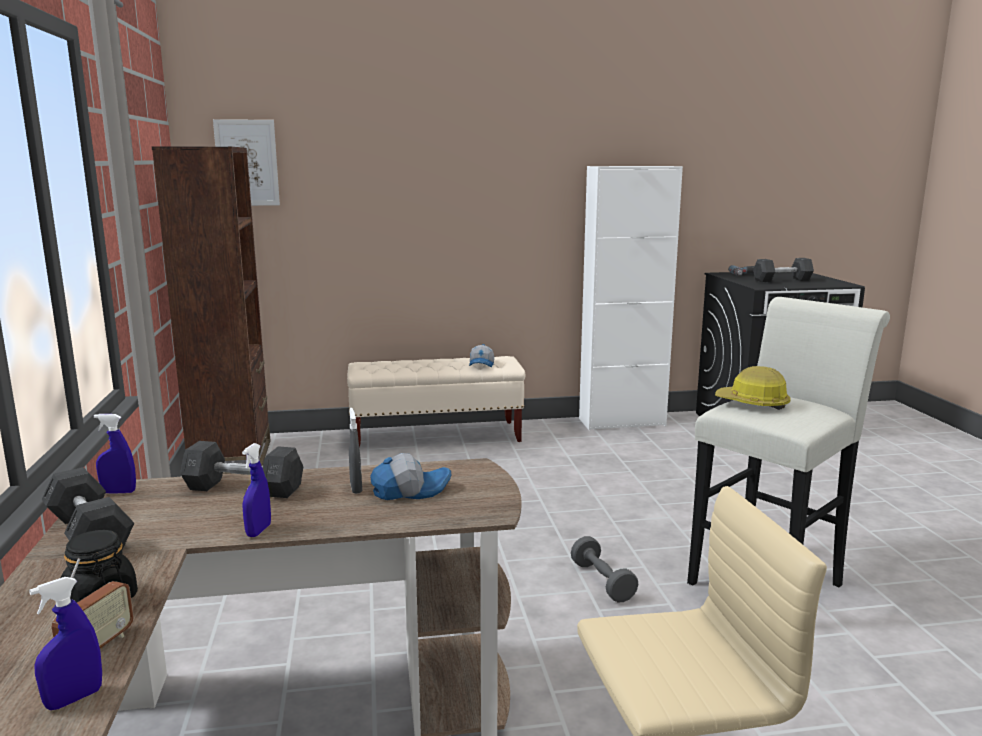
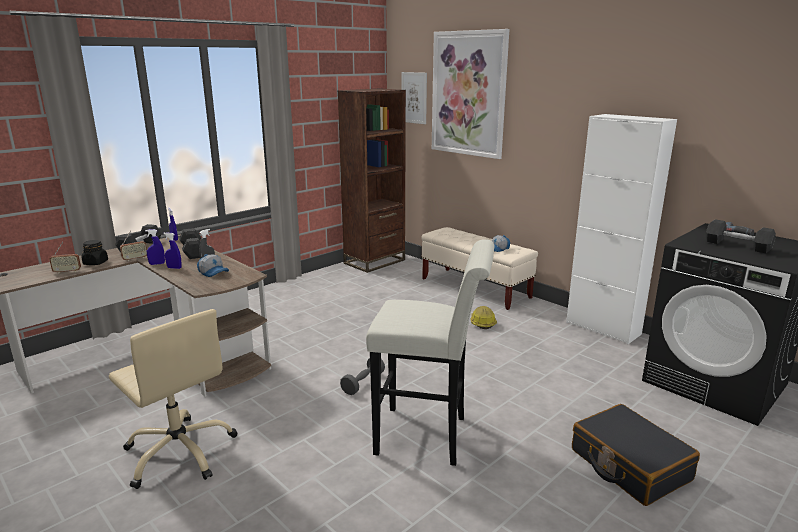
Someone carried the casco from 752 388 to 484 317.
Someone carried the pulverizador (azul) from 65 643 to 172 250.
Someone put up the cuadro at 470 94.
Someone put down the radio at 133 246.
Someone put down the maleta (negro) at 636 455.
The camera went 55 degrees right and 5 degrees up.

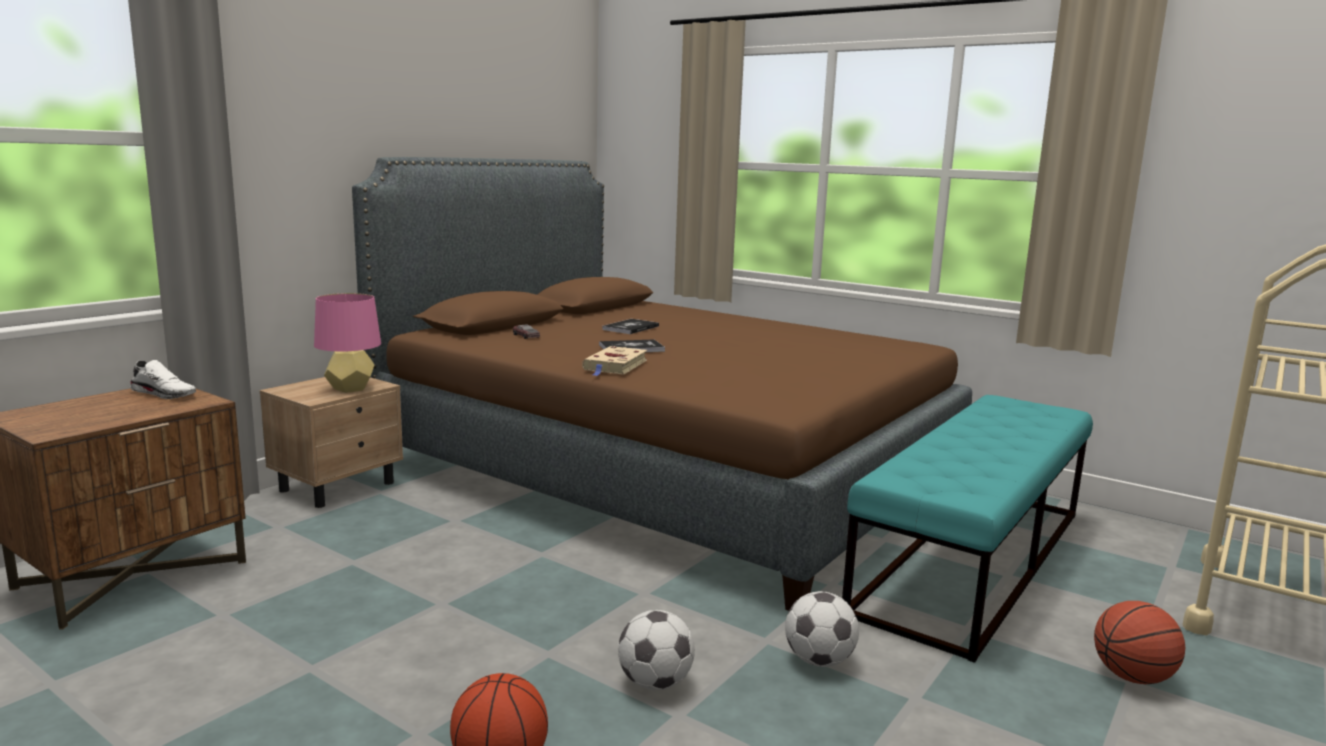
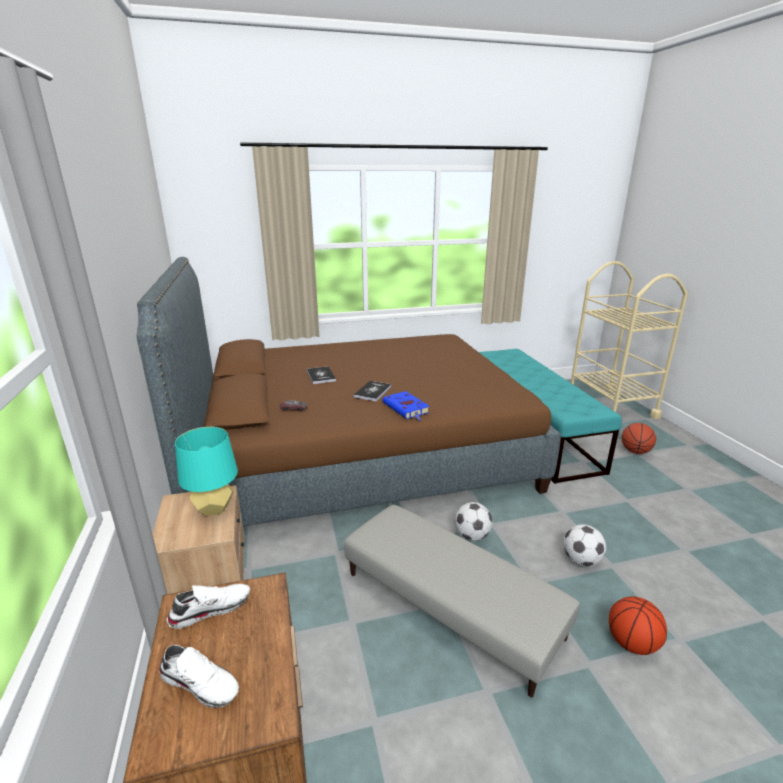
Someone repainted the lámpara de mesa (rosa) at 347 343, which became the lámpara de mesa (turquesa) at 206 471.
Someone repainted the libro (beis) at 615 361, which became the libro (azul) at 406 406.
Someone carried the balón de fútbol from 822 629 to 473 521.
Someone put down the puf (gris) at 462 601.
Someone put down the zapato (blanco) at 199 676.
The camera went 50 degrees left and 10 degrees up.

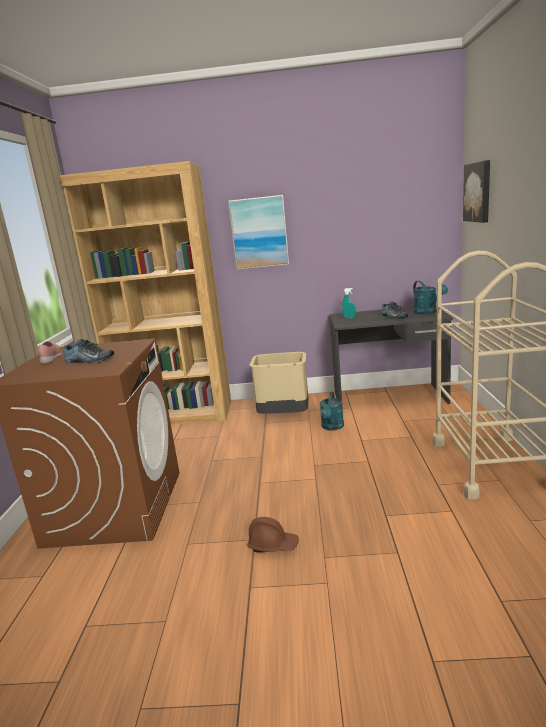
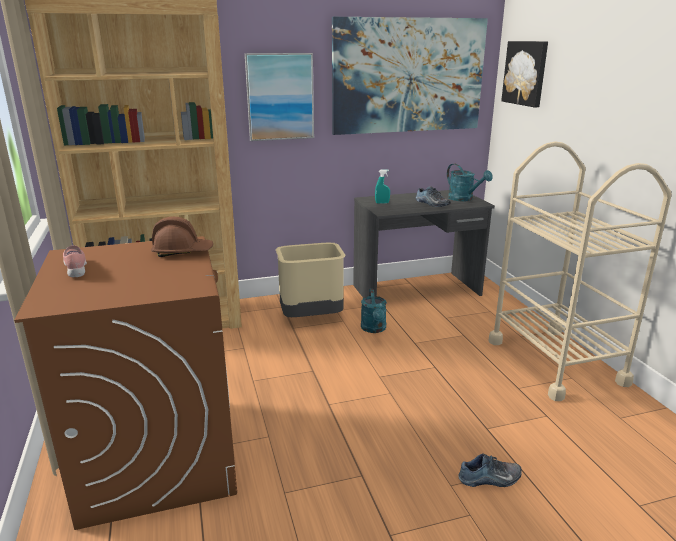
Someone carried the zapato from 89 351 to 490 470.
Someone carried the casco (marrón) from 272 534 to 182 237.
Someone put up the cuadro at 410 76.
The camera went 20 degrees left and 5 degrees up.

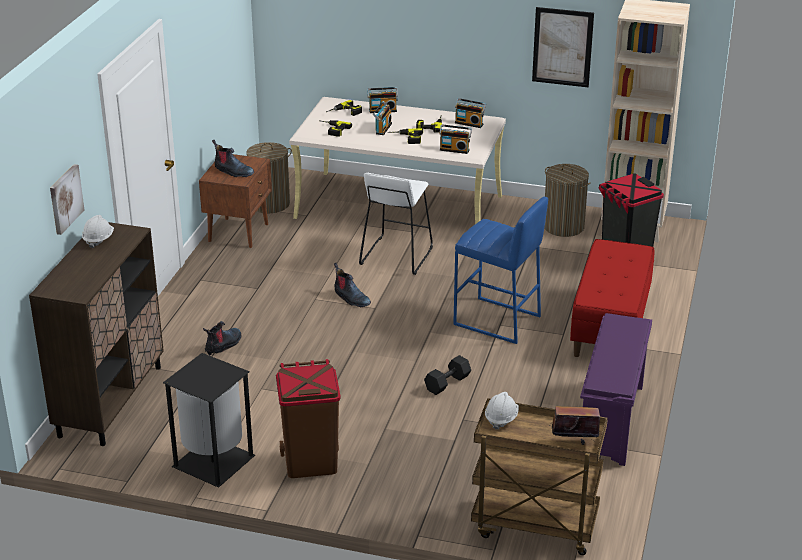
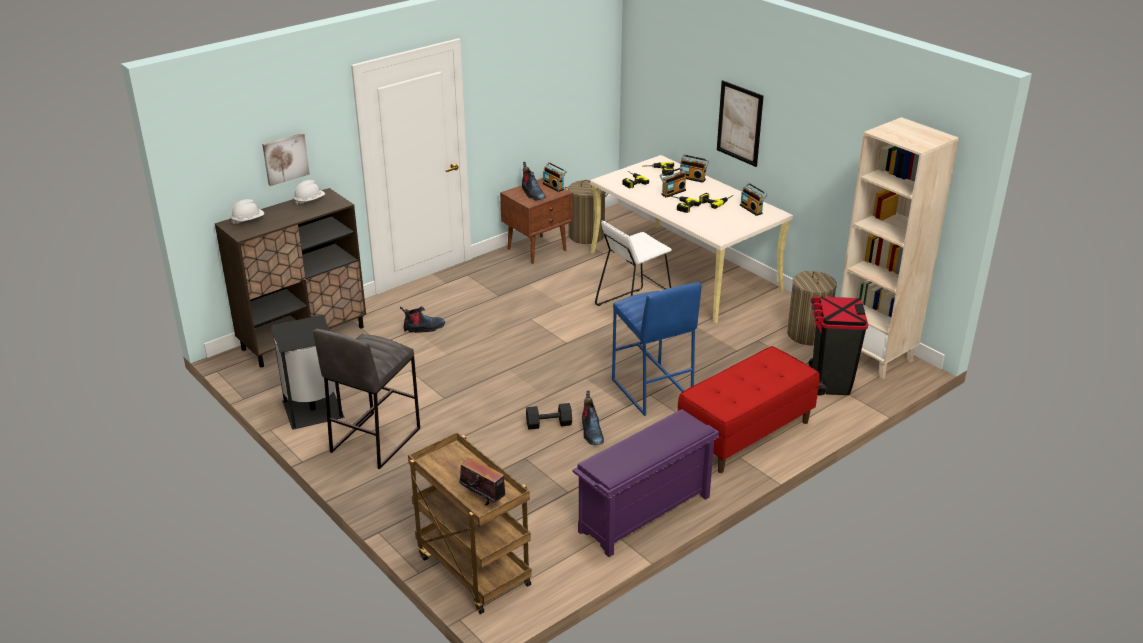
Someone carried the cuadro from 563 47 to 740 123.
Someone carried the radio from 455 139 to 555 177.
Someone carried the bota from 352 285 to 593 418.
Someone swapped the papelera (marrón) at 308 418 for the taburete (gris) at 366 399.
Someone carried the casco (blanco) from 502 411 to 247 212.
The camera went 35 degrees right and 0 degrees up.

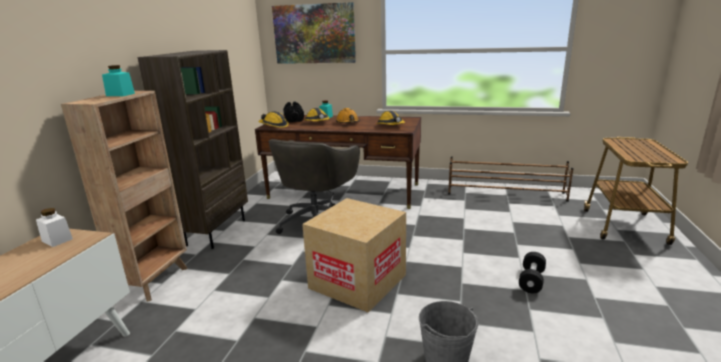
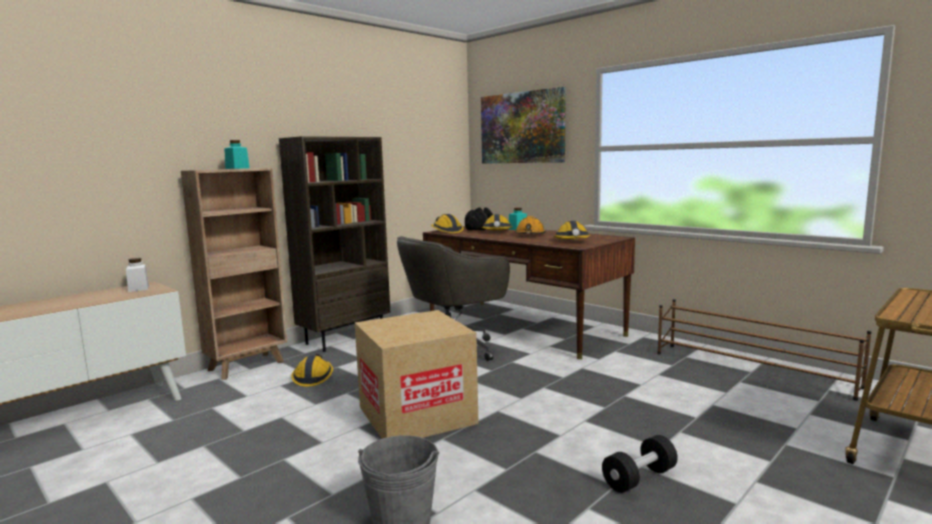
Someone put down the casco at 312 370.
The camera went 30 degrees right and 10 degrees down.

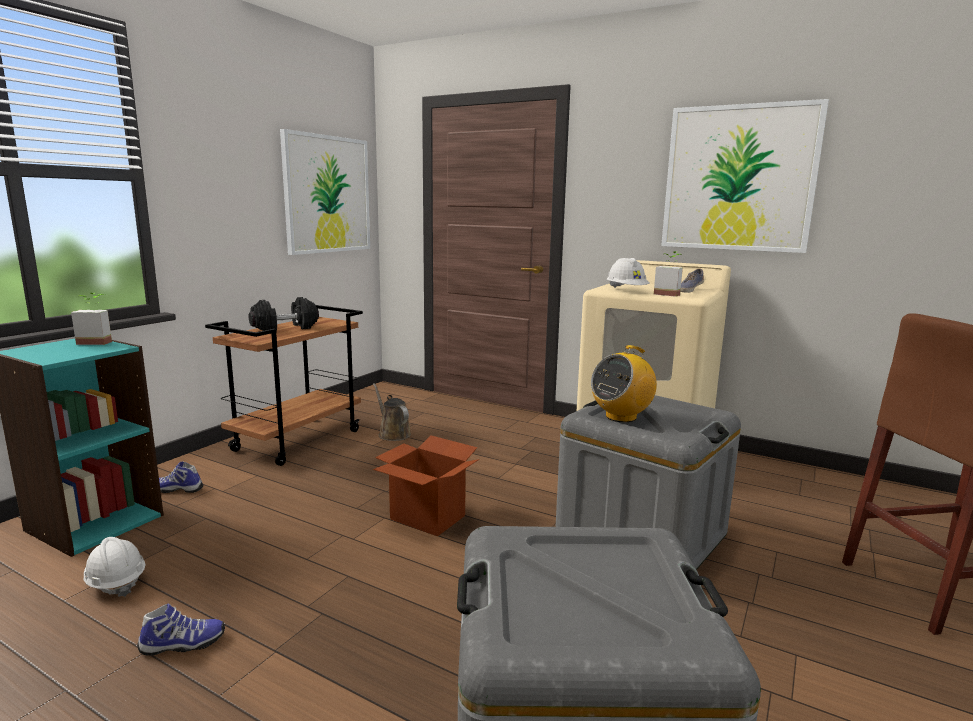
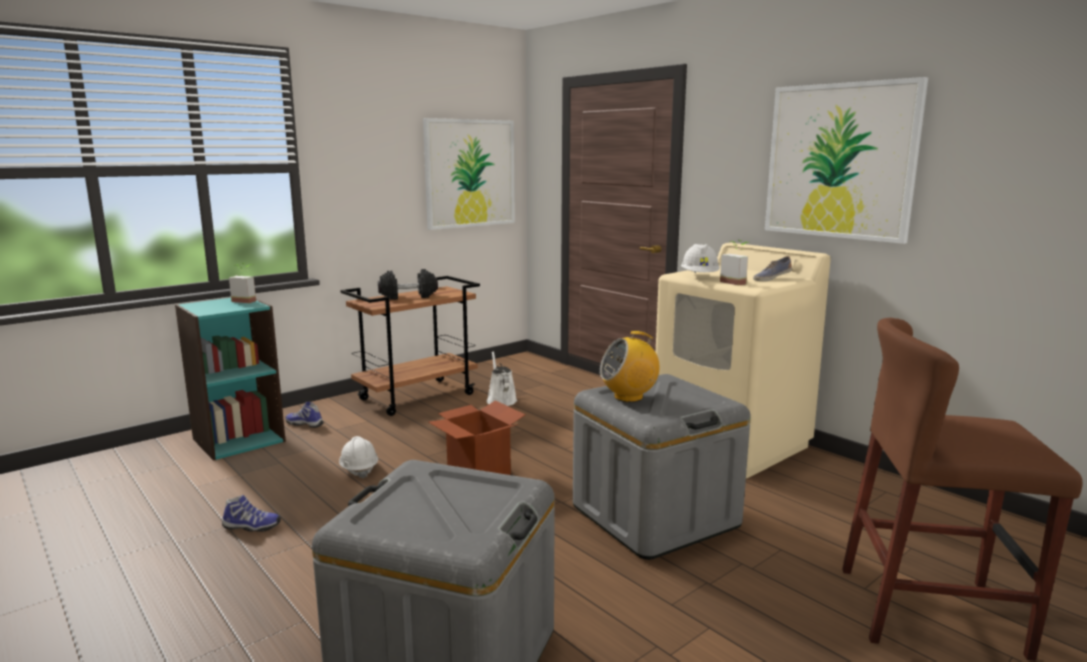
Someone repainted the regadera (marrón) at 392 412, which became the regadera (blanco) at 502 379.
Someone carried the casco (blanco) from 115 567 to 358 457.
The camera went 20 degrees right and 0 degrees up.

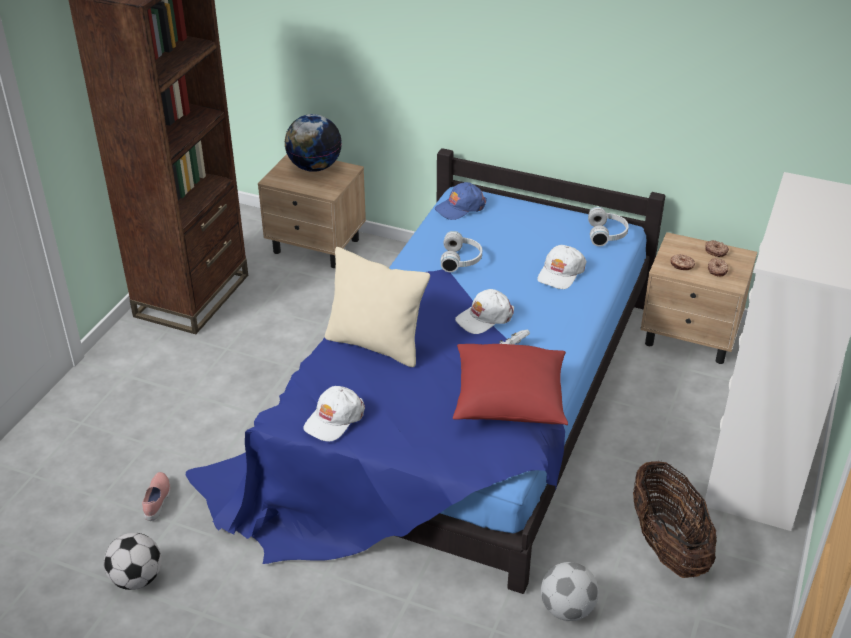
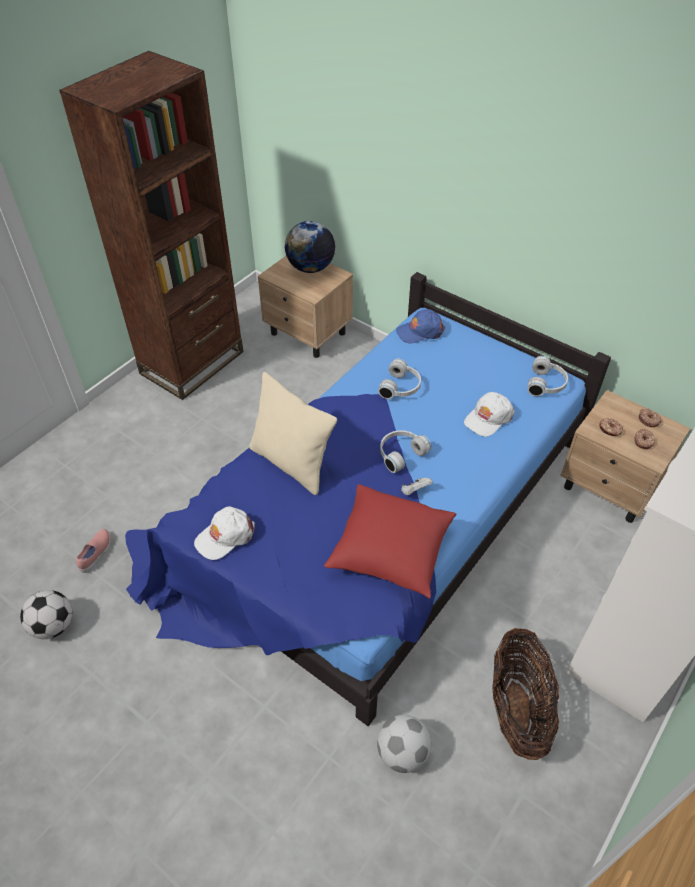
Someone swapped the gorra (blanco) at 484 311 for the auriculares (blanco) at 406 451.
The camera went 15 degrees right and 10 degrees up.

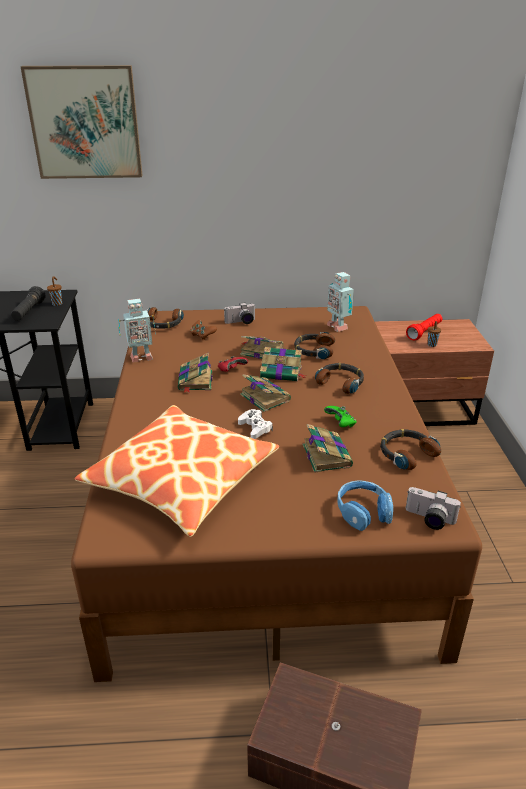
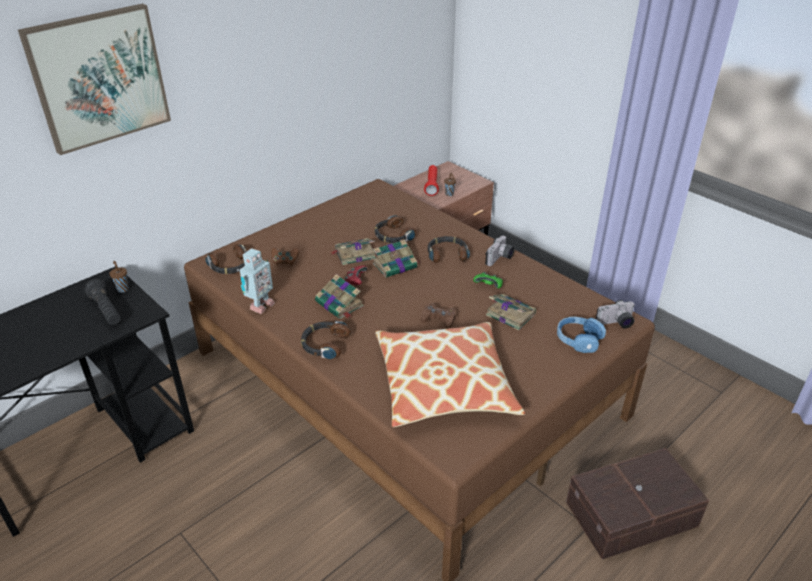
Someone took away the robot de juguete at 340 302.
Someone carried the cámara from 239 313 to 500 251.
Someone took away the libro at 265 393.
Someone repainted the mando de consola (blanco) at 255 424, which became the mando de consola (marrón) at 438 316.
Someone carried the auriculares from 410 449 to 326 340.
The camera went 40 degrees left and 5 degrees up.

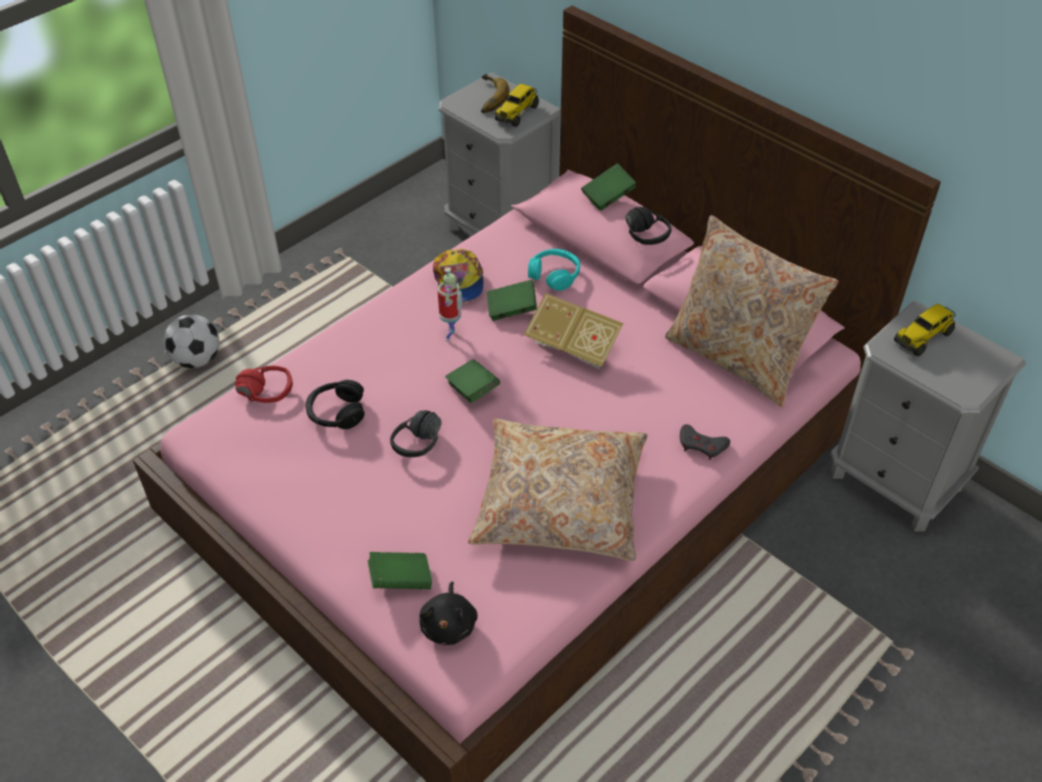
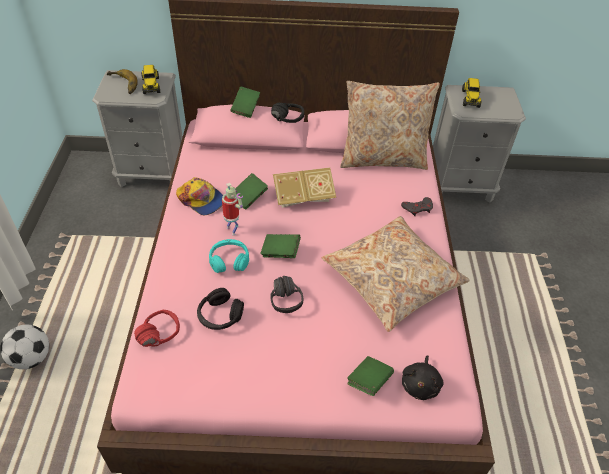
Someone carried the auriculares (turquesa) from 554 270 to 229 256.
Someone rotated the peluche (negro) at 448 613 by 60 degrees clockwise.
The camera went 45 degrees left and 0 degrees up.

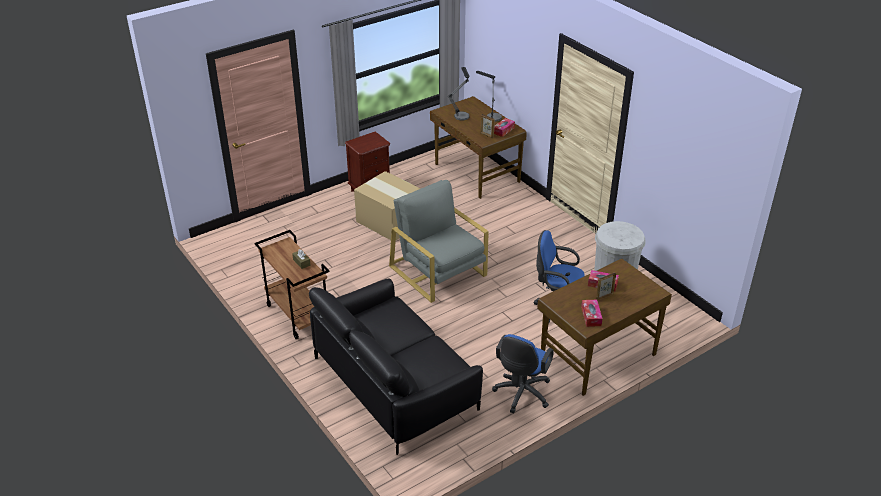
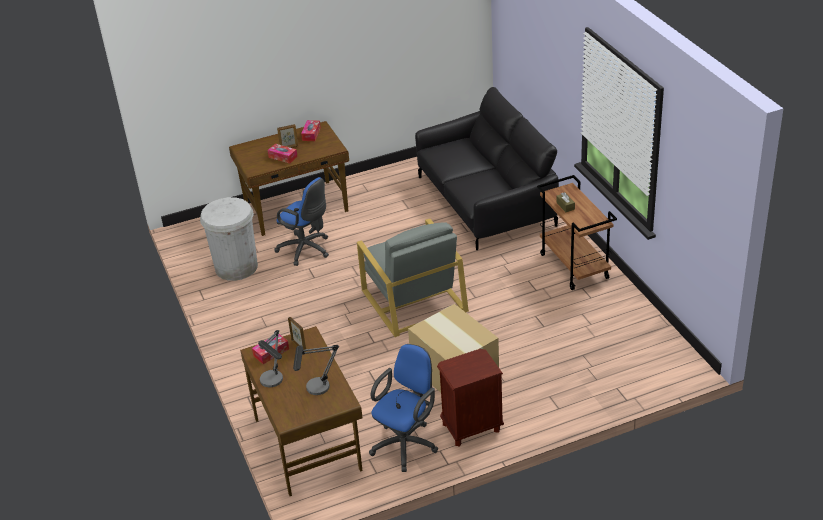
Someone carried the silla de oficina (azul) from 523 373 to 403 408.
The camera went 165 degrees left and 0 degrees up.

